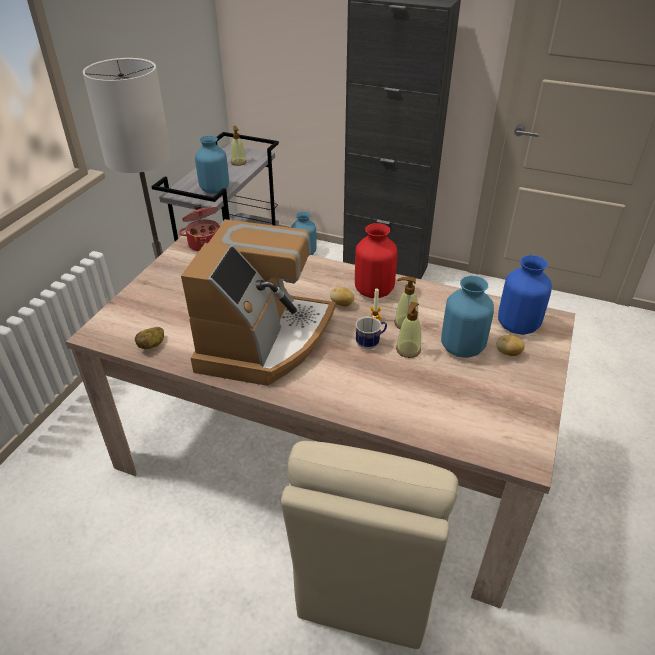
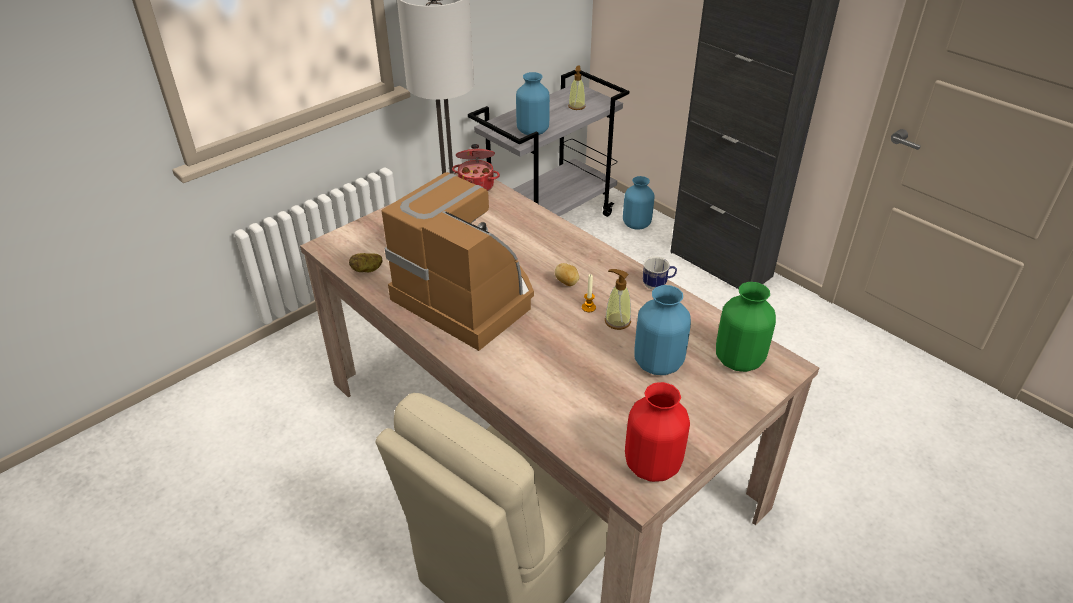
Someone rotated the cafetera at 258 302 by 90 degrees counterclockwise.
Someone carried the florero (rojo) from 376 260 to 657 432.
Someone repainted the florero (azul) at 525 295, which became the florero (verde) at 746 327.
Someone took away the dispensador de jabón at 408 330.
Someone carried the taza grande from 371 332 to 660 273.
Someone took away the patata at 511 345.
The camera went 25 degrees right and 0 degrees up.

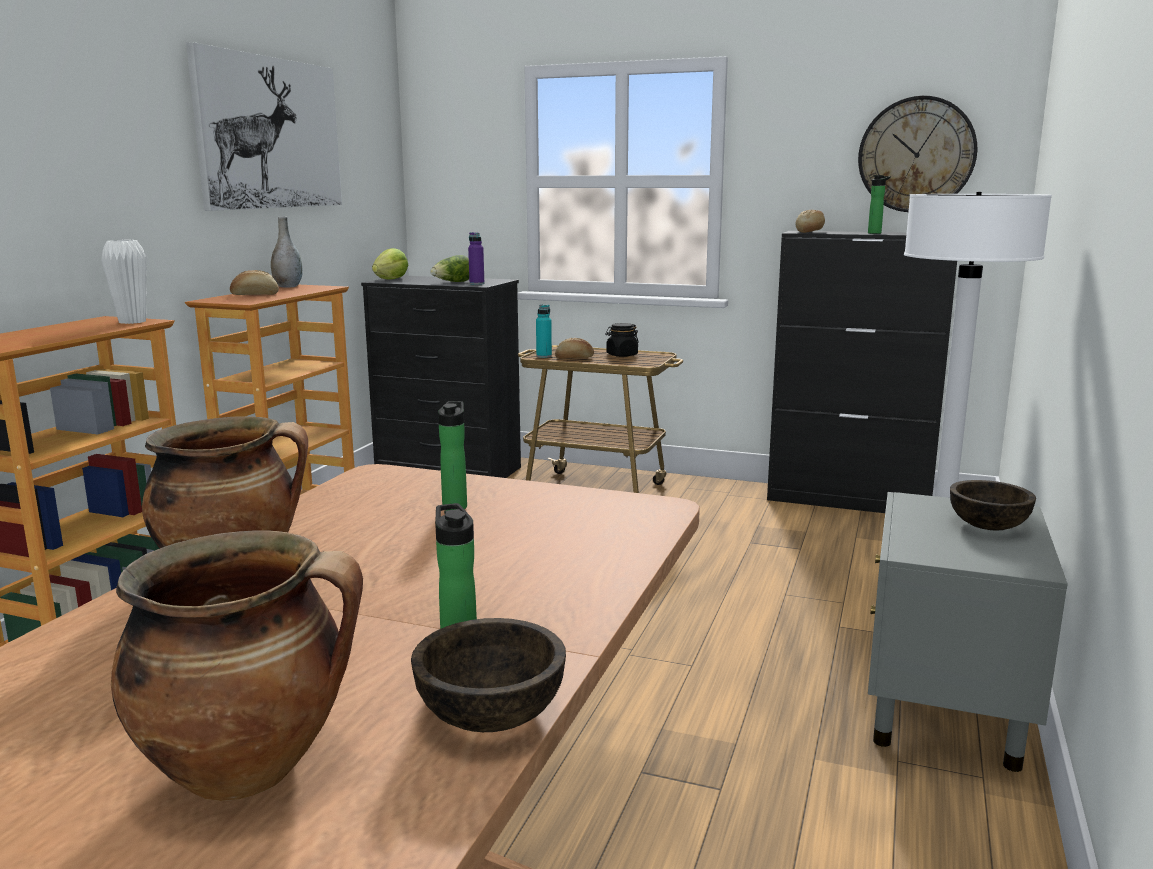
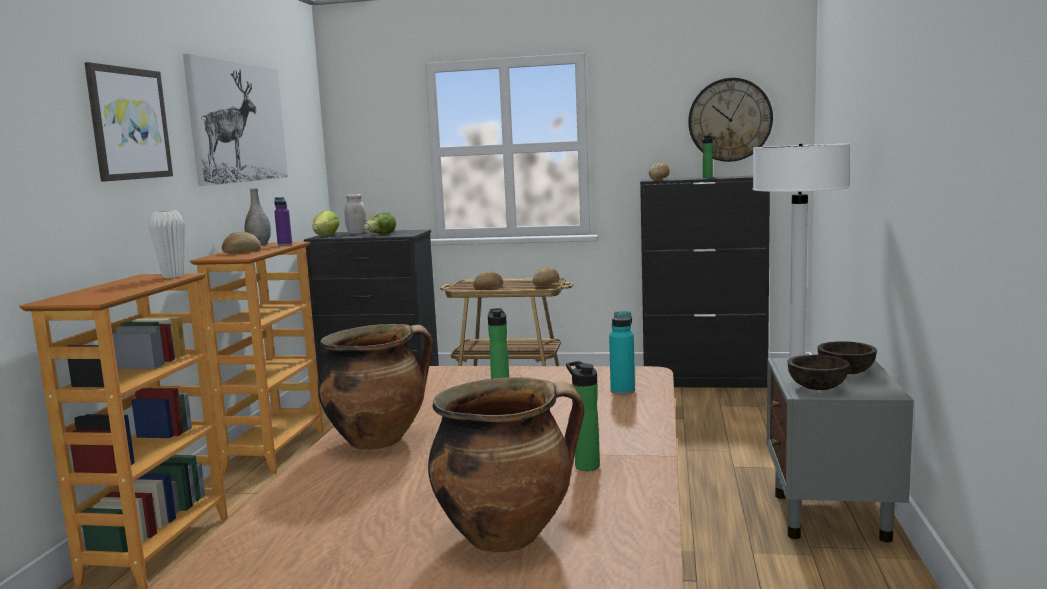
Someone carried the botella (morado) from 476 258 to 283 221.
Someone carried the botella (turquesa) from 544 331 to 622 353.
Someone took away the tarro (negro) at 622 340.
Someone carried the cuenco (marrón) from 488 675 to 818 372.
Someone put up the cuadro at 128 122.
Someone put down the tarro (blanco) at 356 214.
Someone put down the pan at 546 277.
The camera went 10 degrees left and 5 degrees down.

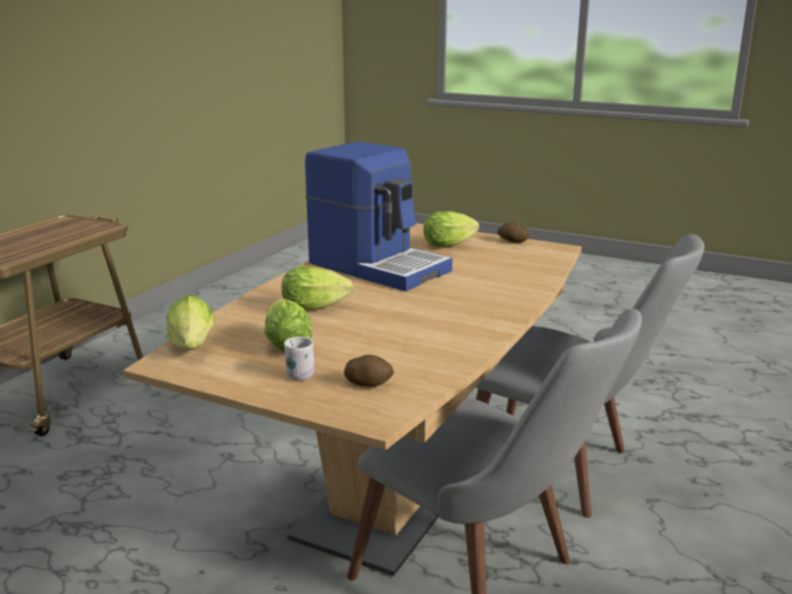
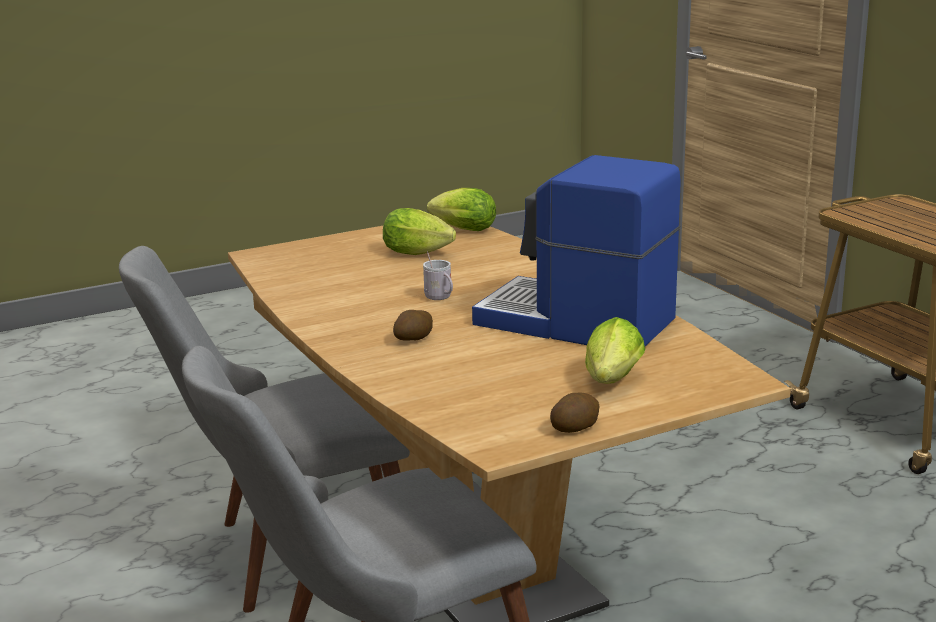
Someone rotated the cafetera at 378 216 by 45 degrees clockwise.
Someone took away the lechuga at 318 288.
Someone carried the taza grande (blanco) from 299 358 to 438 275.
Someone carried the patata from 369 371 to 413 325.
The camera went 125 degrees right and 0 degrees up.

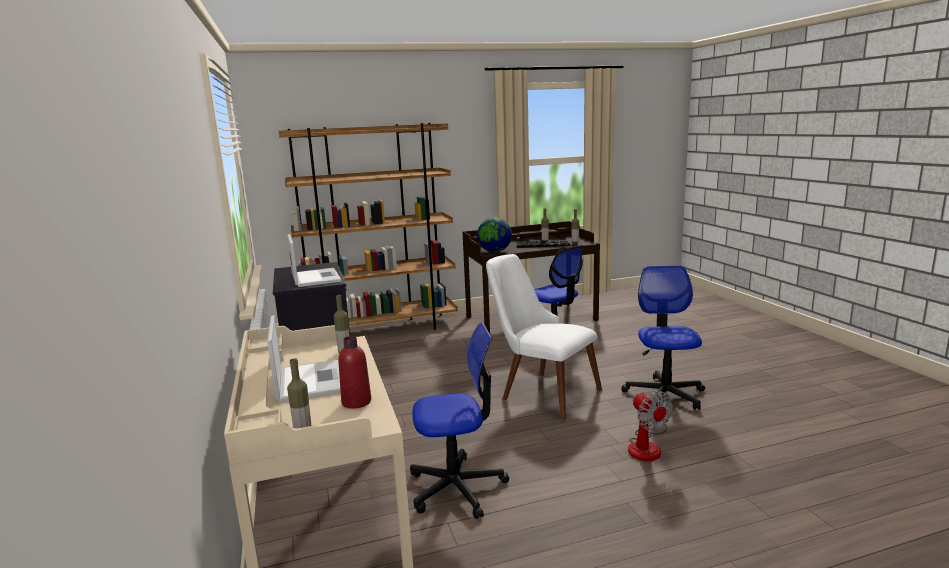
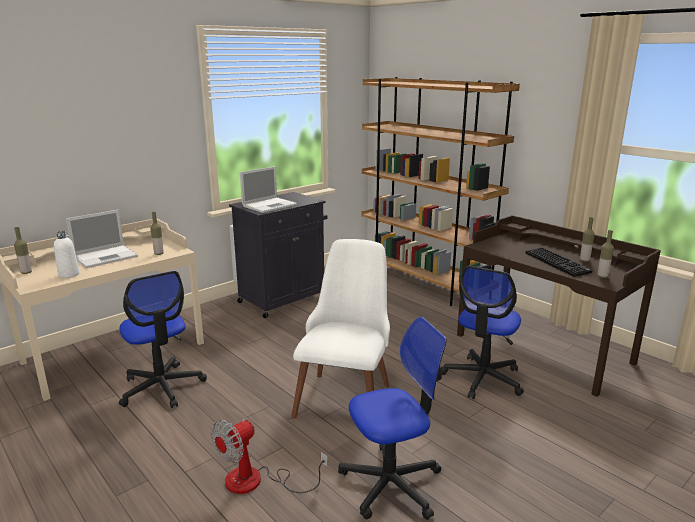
Someone took away the globo terráqueo at 494 234.
Someone repainted the botella (rojo) at 354 372, which became the botella (blanco) at 66 254.
The camera went 65 degrees right and 5 degrees up.

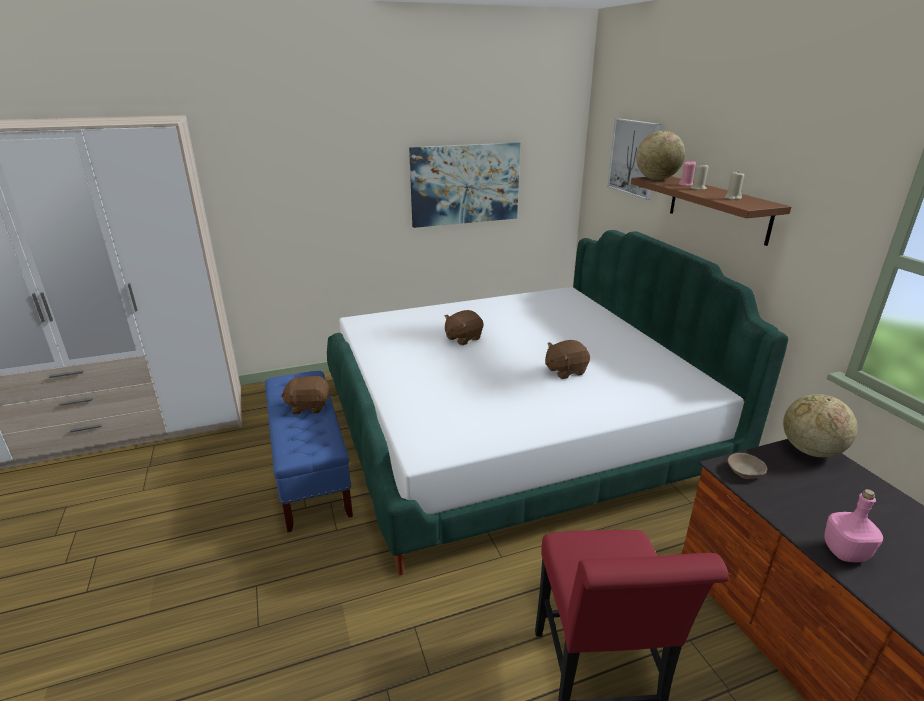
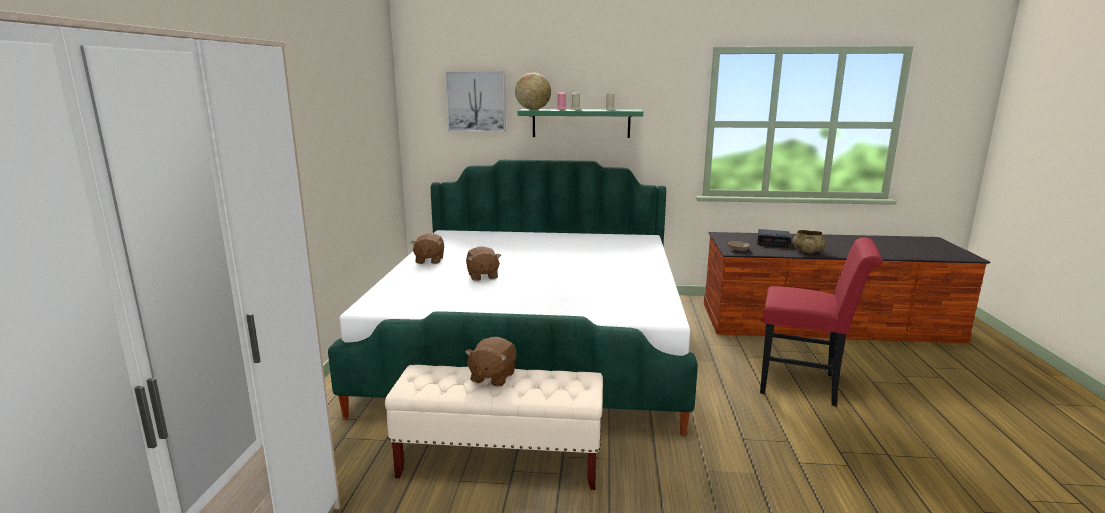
Someone took away the cuadro at 464 185.
Someone repainted the estante (marrón) at 711 211, which became the estante (verde) at 580 123.
Someone carried the peluche (marrón) from 567 359 to 427 248.
Someone repainted the banco (azul) at 309 451, which became the banco (beis) at 494 427.
Someone took away the globo terráqueo at 820 425.
Someone swapped the botella (rosa) at 853 525 for the cuenco (beis) at 809 241.
Someone put down the despertador at 774 238.
The camera went 65 degrees left and 10 degrees down.

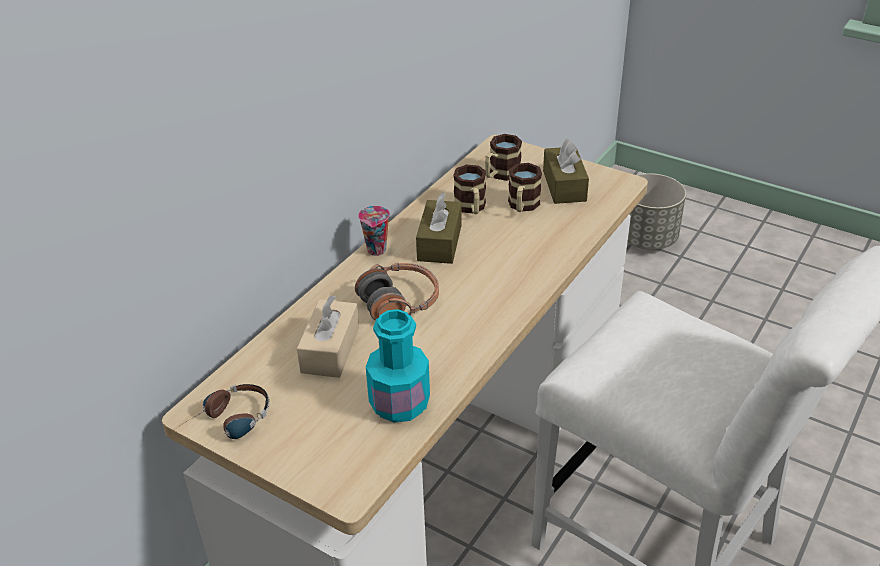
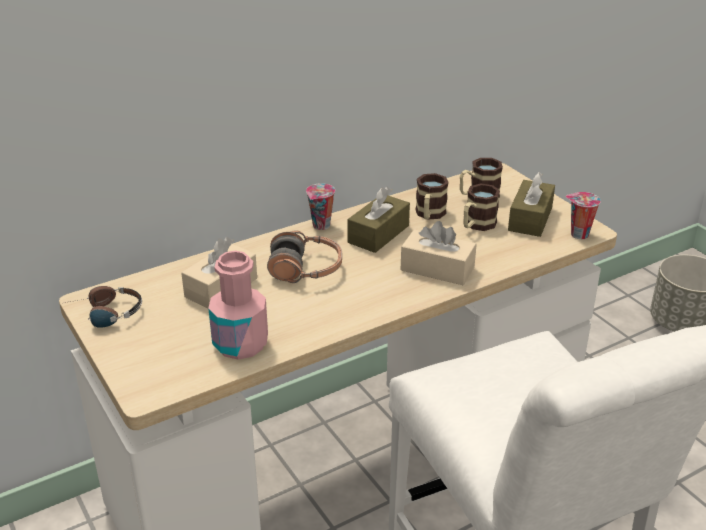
Someone repainted the botella (turquesa) at 398 366, which became the botella (rosa) at 238 305.
Someone put down the taza at 583 215.
Someone put down the caja de pañuelos (beis) at 439 253.
The camera went 25 degrees right and 5 degrees down.

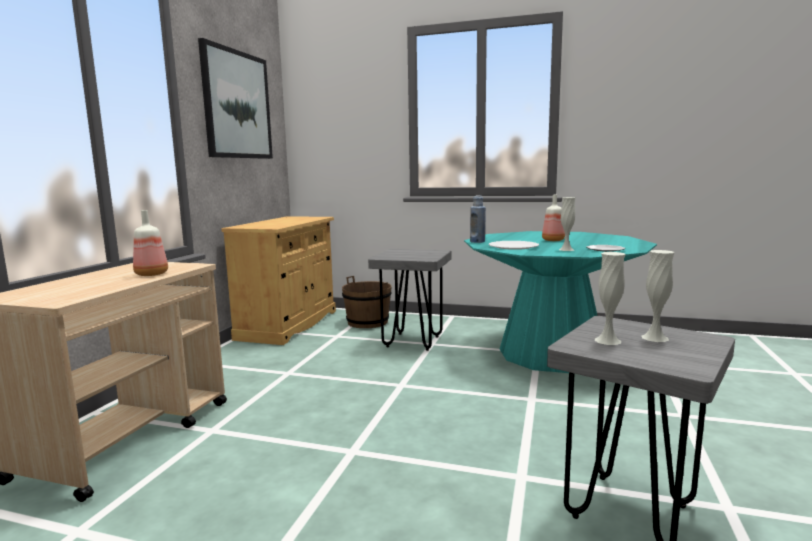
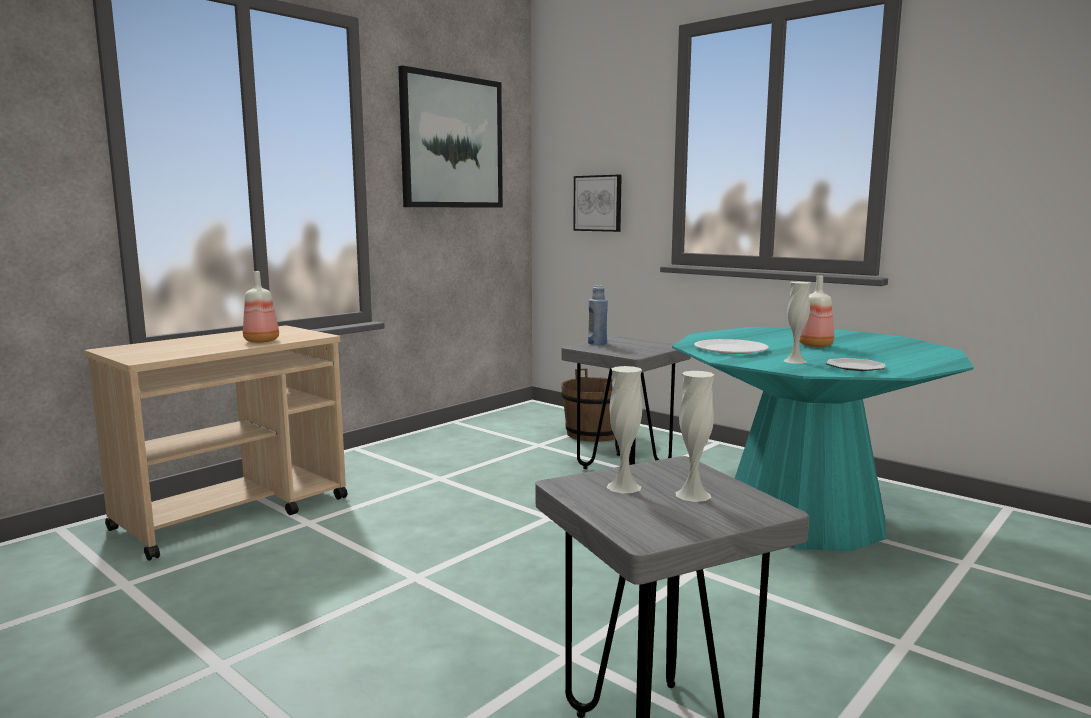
Someone carried the botella (azul) from 478 219 to 598 315.
Someone took away the armario (beis) at 278 280.
Someone put up the cuadro at 597 203.
The camera went 25 degrees right and 0 degrees up.

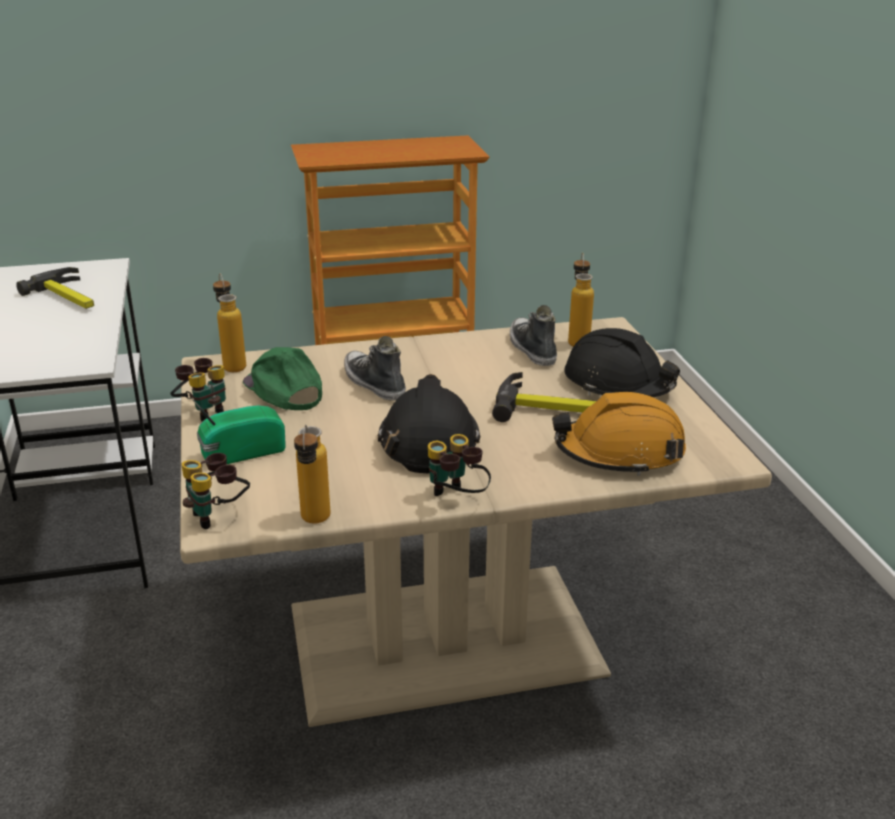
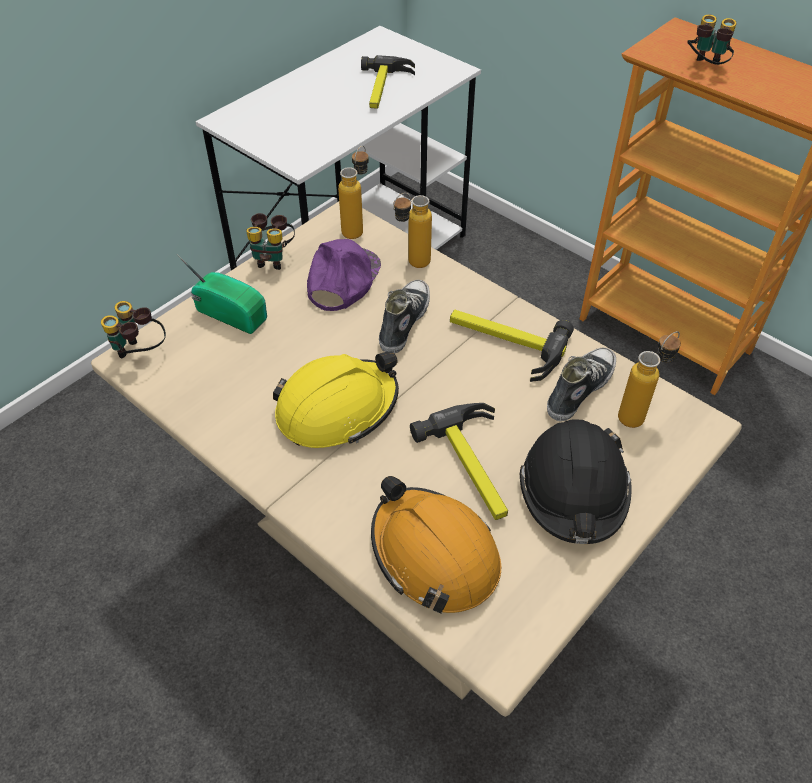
Someone repainted the gorra (verde) at 282 378, which became the gorra (morado) at 344 275.
Someone repainted the casco (negro) at 429 423, which became the casco (amarillo) at 336 399.
Someone carried the botella from 312 474 to 412 230.
Someone carried the prismáticos from 459 465 to 712 39.
Someone put down the martillo at 512 346.
The camera went 55 degrees right and 20 degrees up.

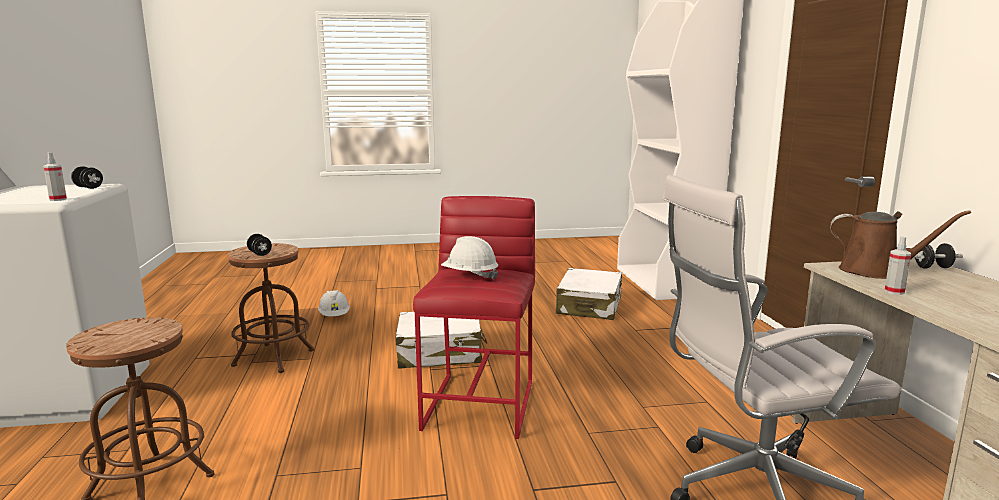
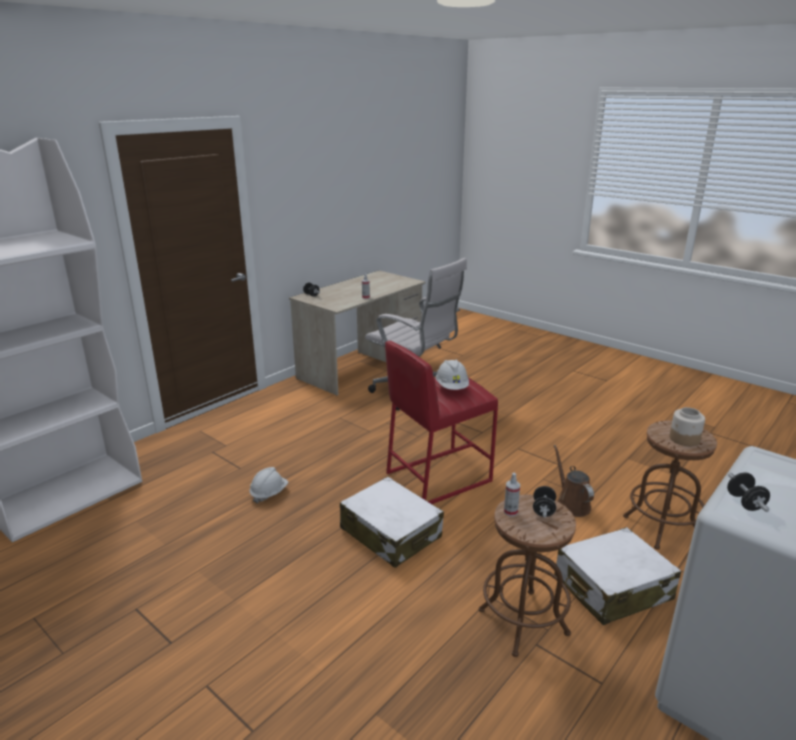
Someone carried the pulverizador from 55 176 to 512 494.
Someone carried the regadera (marrón) from 900 244 to 574 481.
Someone carried the maleta (blanco) from 589 294 to 618 576.
Someone carried the casco (blanco) from 334 303 to 269 485.
Someone put down the tarro at 687 426.
The camera went 130 degrees left and 10 degrees up.

